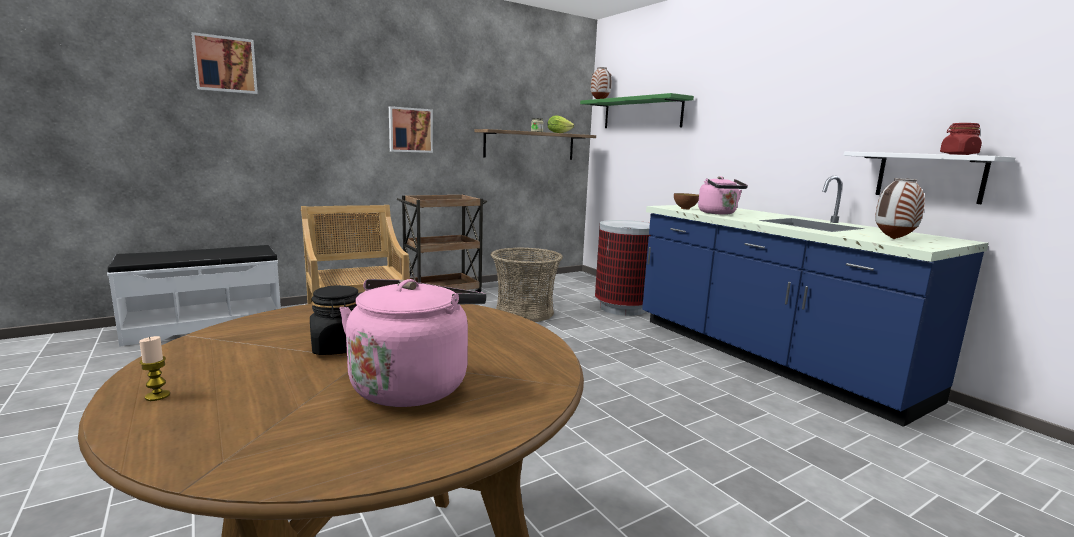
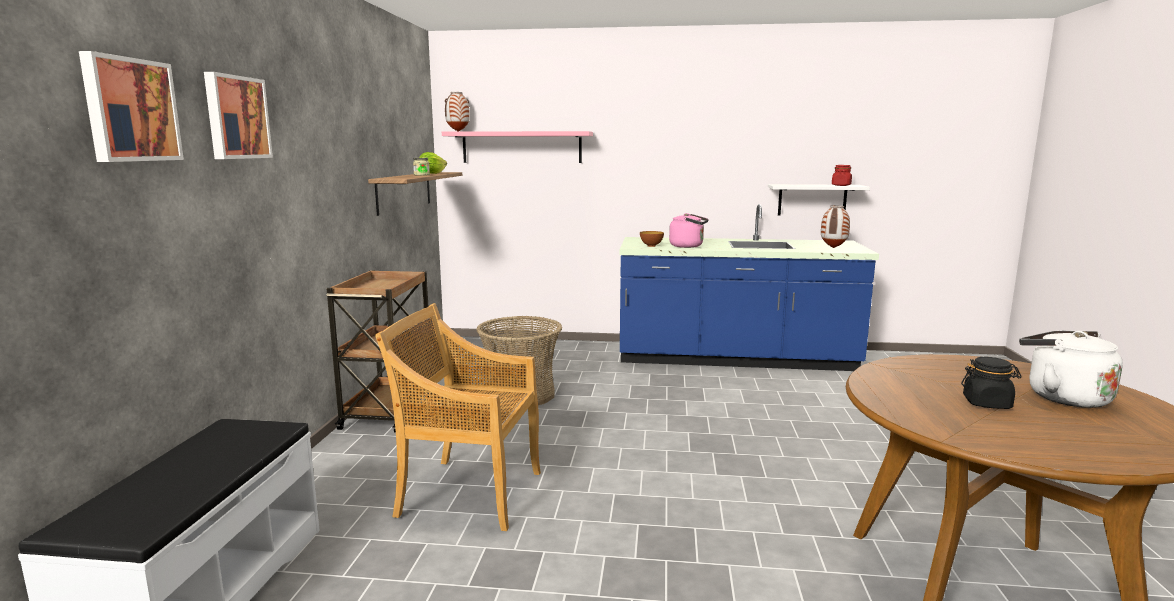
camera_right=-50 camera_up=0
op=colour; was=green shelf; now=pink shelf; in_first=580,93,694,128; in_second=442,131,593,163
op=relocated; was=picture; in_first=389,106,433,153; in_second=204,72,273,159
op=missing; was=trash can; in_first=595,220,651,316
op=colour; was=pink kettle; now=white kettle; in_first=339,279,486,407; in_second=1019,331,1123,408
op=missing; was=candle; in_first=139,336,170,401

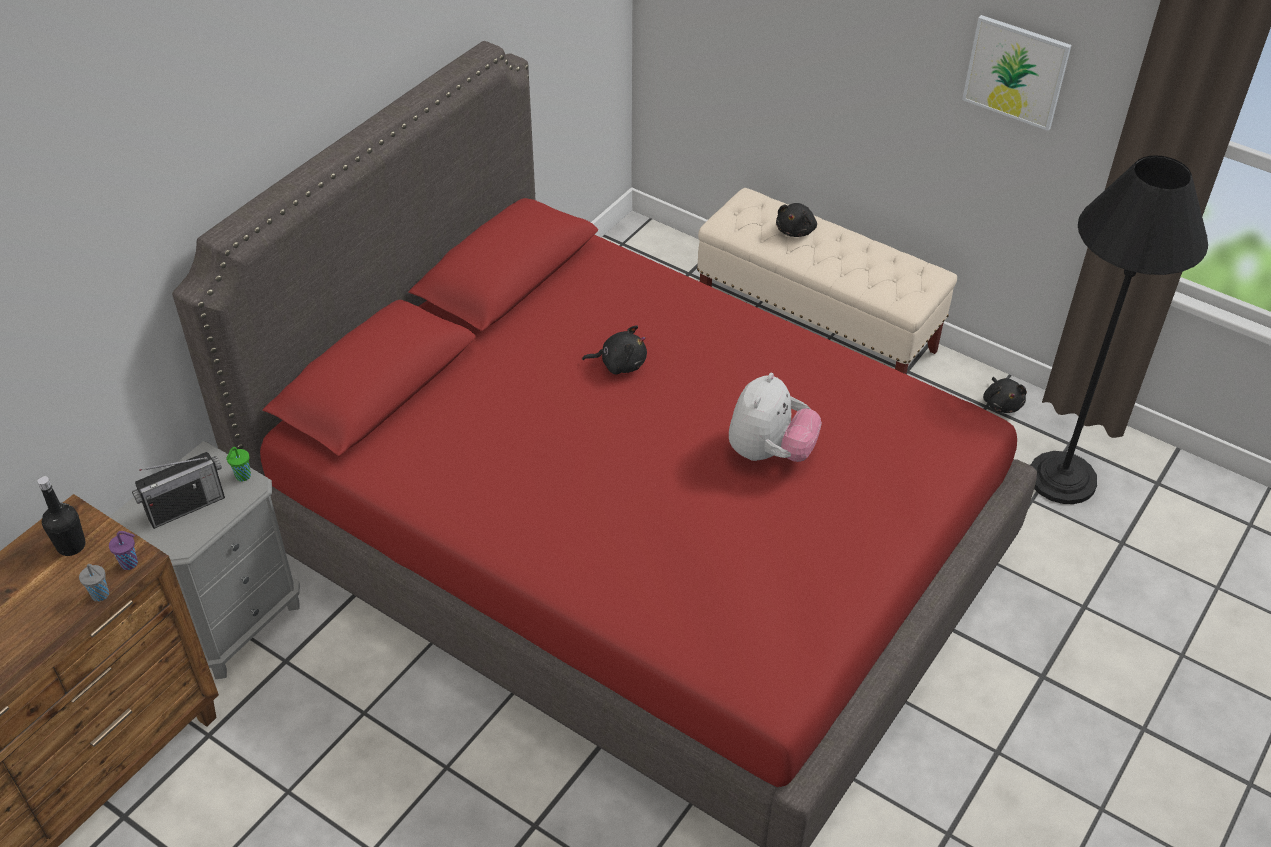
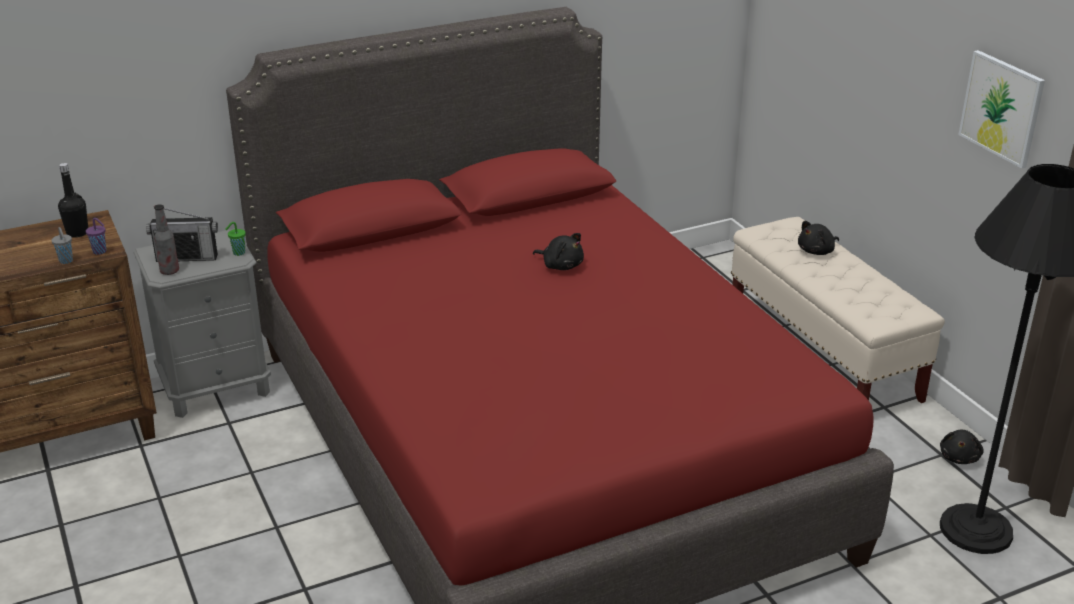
camera_right=30 camera_up=-15
op=missing; was=plush toy; in_first=729,373,822,462
op=appeared; now=bottle; in_second=154,204,179,275

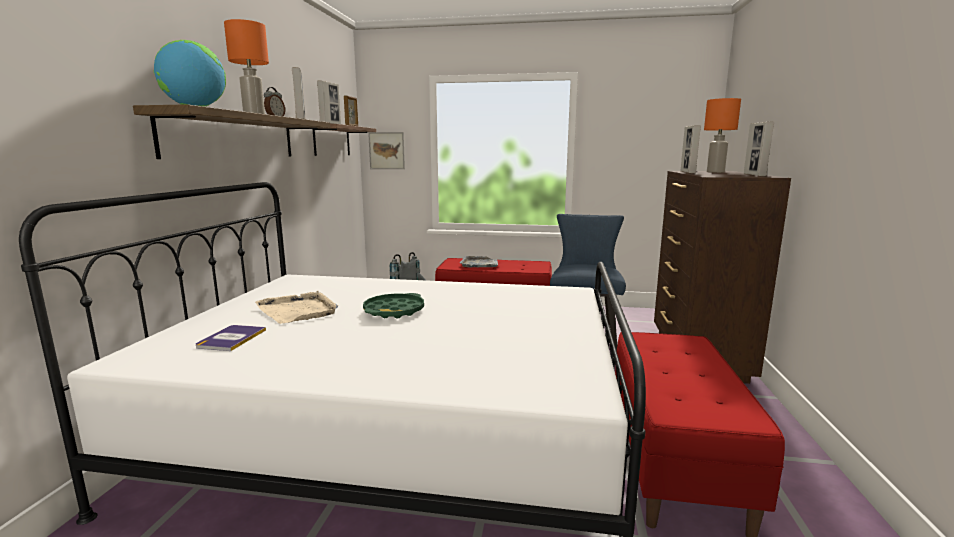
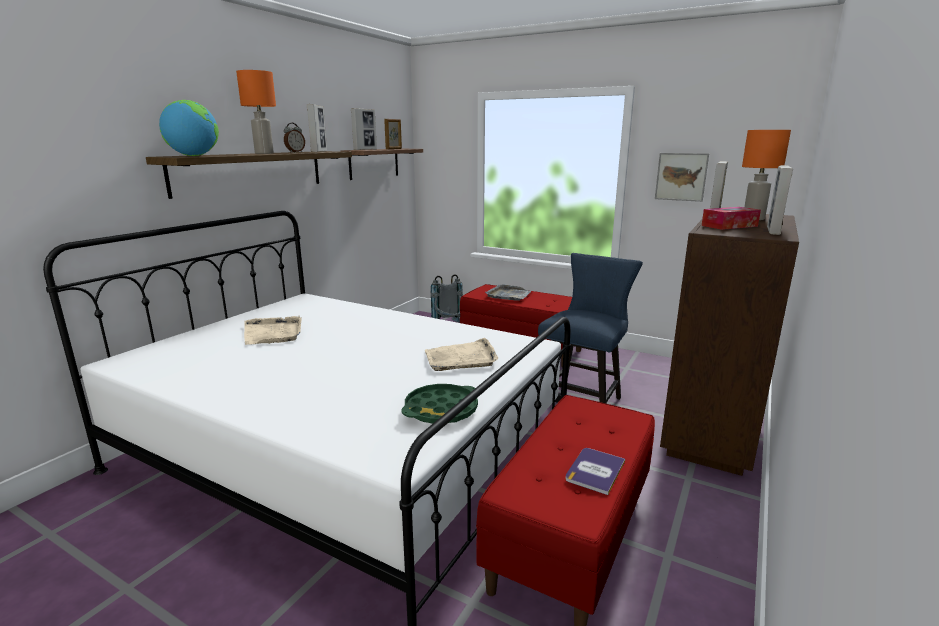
camera_right=20 camera_up=5
op=relocated; was=picture; in_first=368,132,405,169; in_second=655,153,709,202
op=relocated; was=green tray; in_first=363,293,424,318; in_second=401,384,478,423
op=relocated; was=book; in_first=196,325,266,351; in_second=565,448,625,495
op=appeared; now=tissue box; in_second=702,207,761,230
op=appeared; now=beige tray; in_second=425,338,498,371

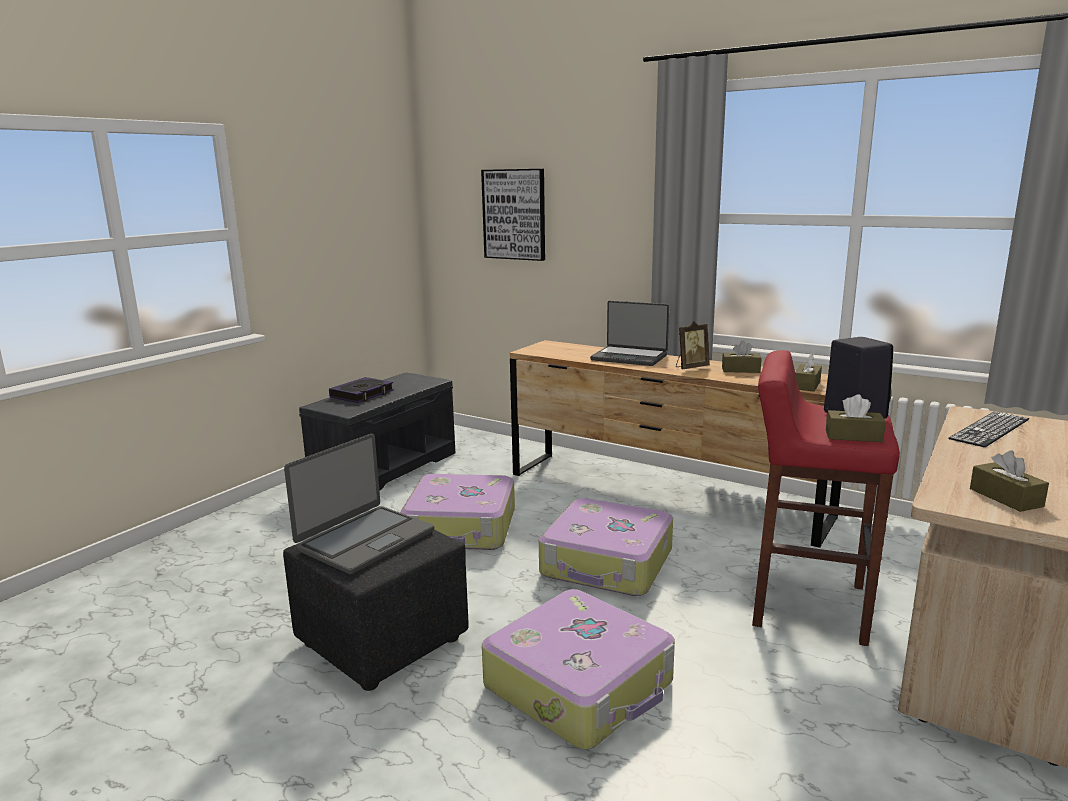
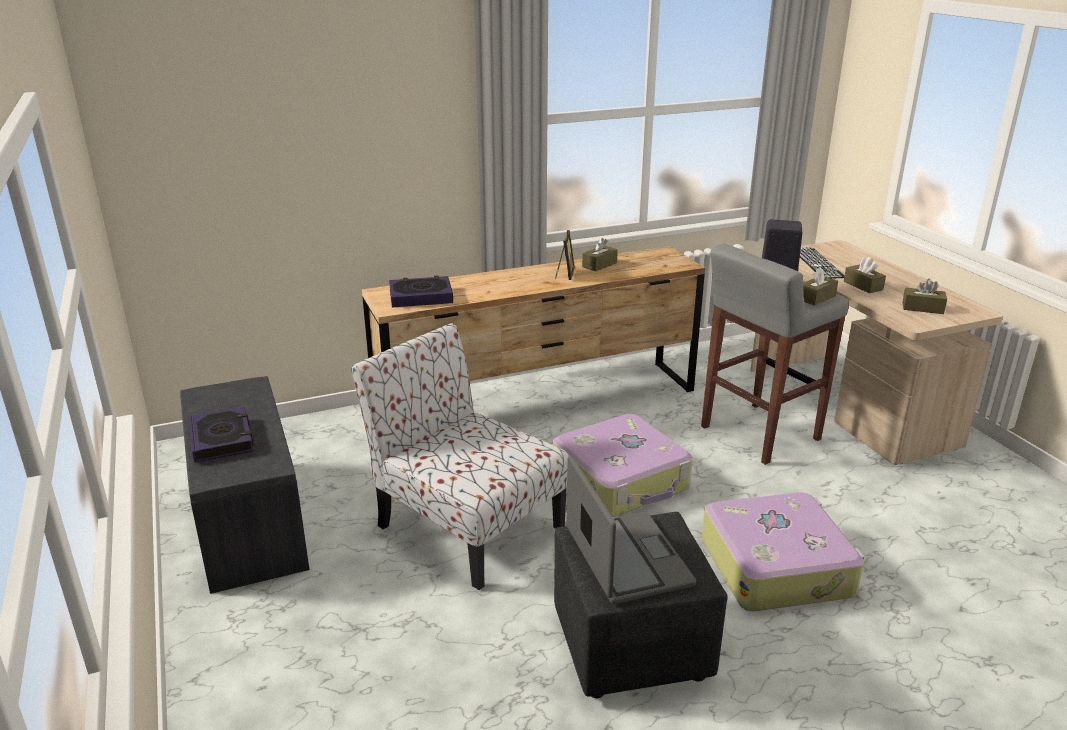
camera_right=-55 camera_up=10
op=missing; was=picture; in_first=481,169,545,261
op=missing; was=laptop; in_first=590,301,669,366
op=colour; was=red stool; now=grey stool; in_first=752,350,900,646; in_second=701,244,849,465
op=relocated; was=brown tissue box; in_first=795,353,822,391; in_second=844,257,886,293
op=exchanged; was=suitcase; now=chair; in_first=400,474,515,550; in_second=351,323,569,590
op=appeared; now=book; in_second=389,276,453,308

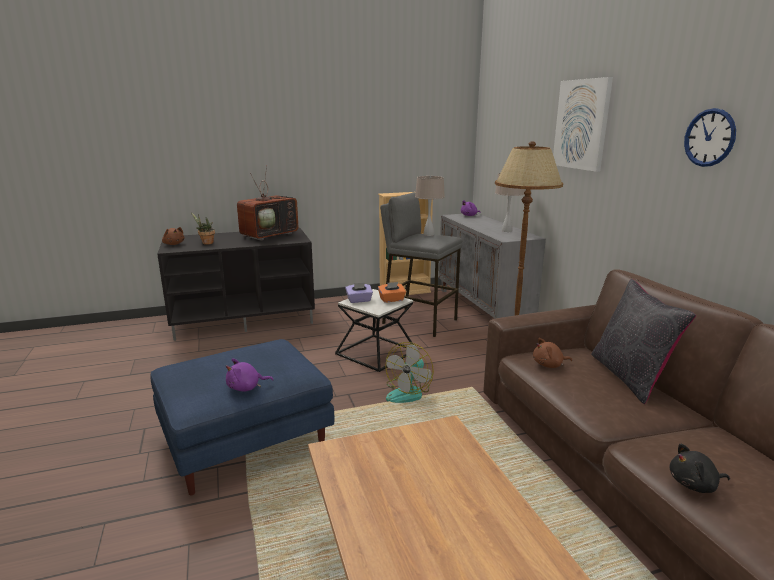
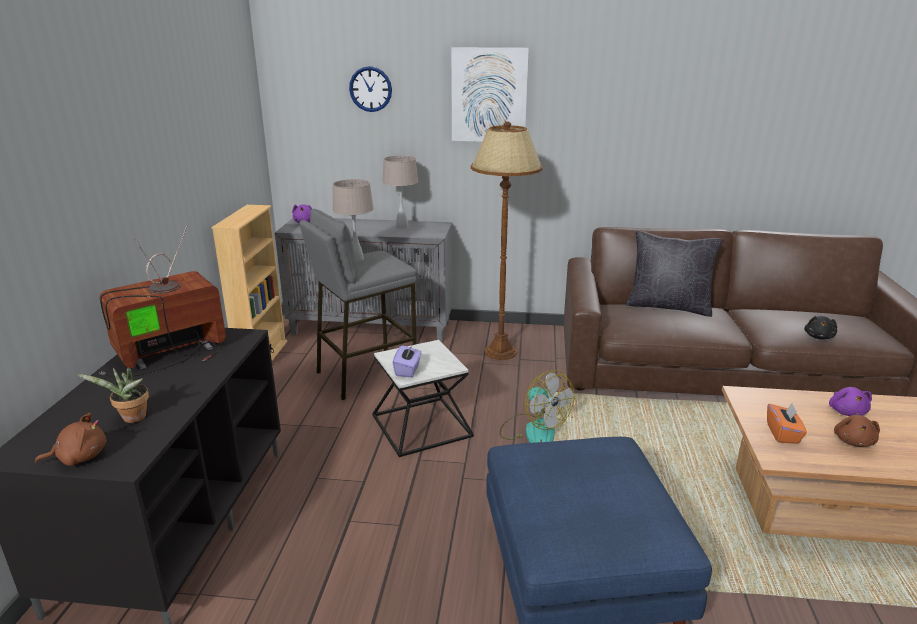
camera_right=-65 camera_up=5
op=relocated; was=wall clock; in_first=684,108,736,167; in_second=349,66,392,112
op=spun; was=television; in_first=237,165,299,241; in_second=100,226,226,378; clockwise=-105
op=relocated; was=orange tissue box; in_first=378,282,406,303; in_second=767,403,807,444
op=relocated; was=brown plush toy; in_first=533,338,572,368; in_second=834,415,880,447
op=relocated; was=purple plush toy; in_first=226,358,273,391; in_second=829,387,872,416

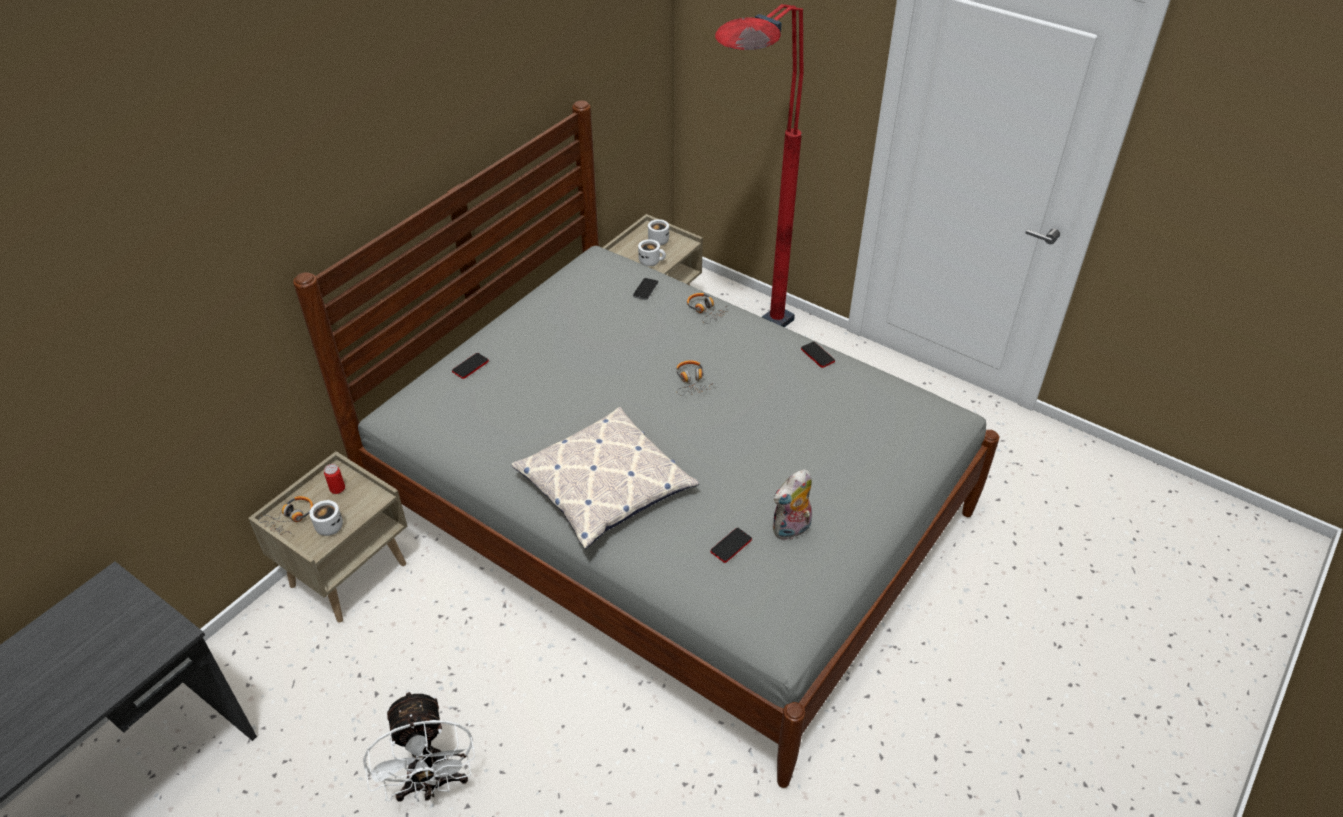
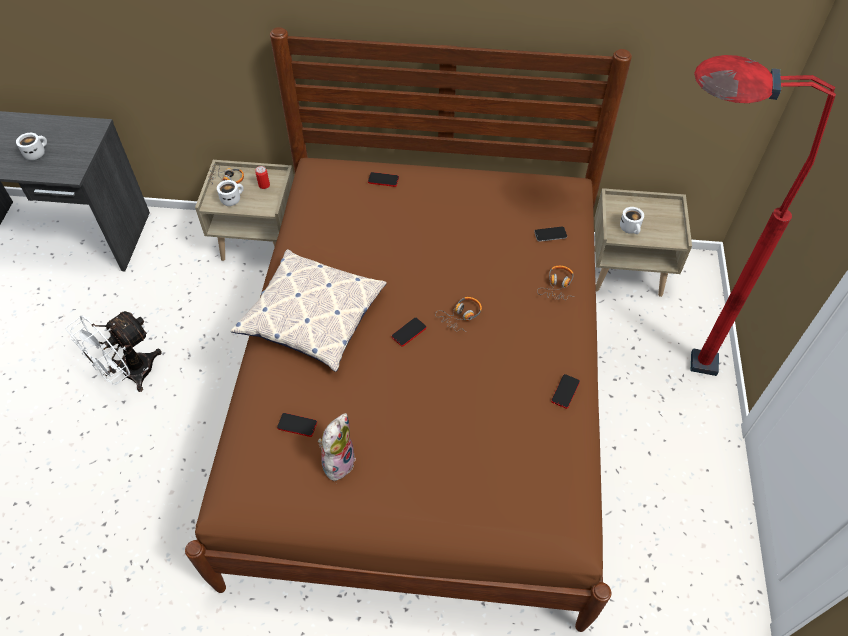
camera_right=60 camera_up=10
op=colour; was=grey bed; now=brown bed; in_first=293,100,999,788; in_second=185,27,632,632
op=relocated; was=white mug; in_first=648,219,669,246; in_second=16,133,47,160
op=spun; was=plush toy; in_first=773,469,812,540; in_second=318,413,356,482; clockwise=90
op=appeared; now=phone; in_second=391,318,427,347

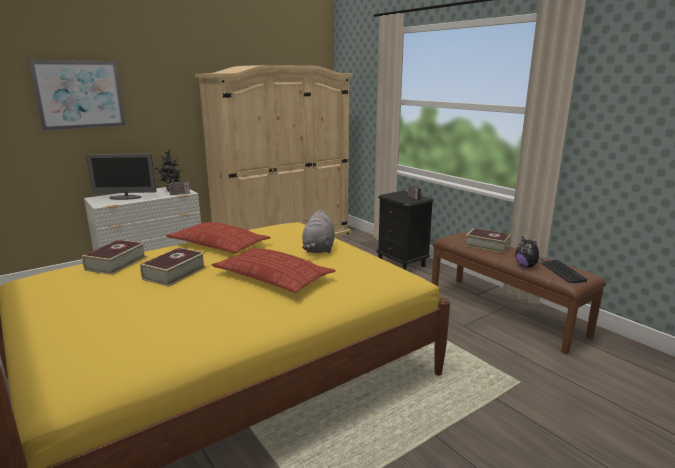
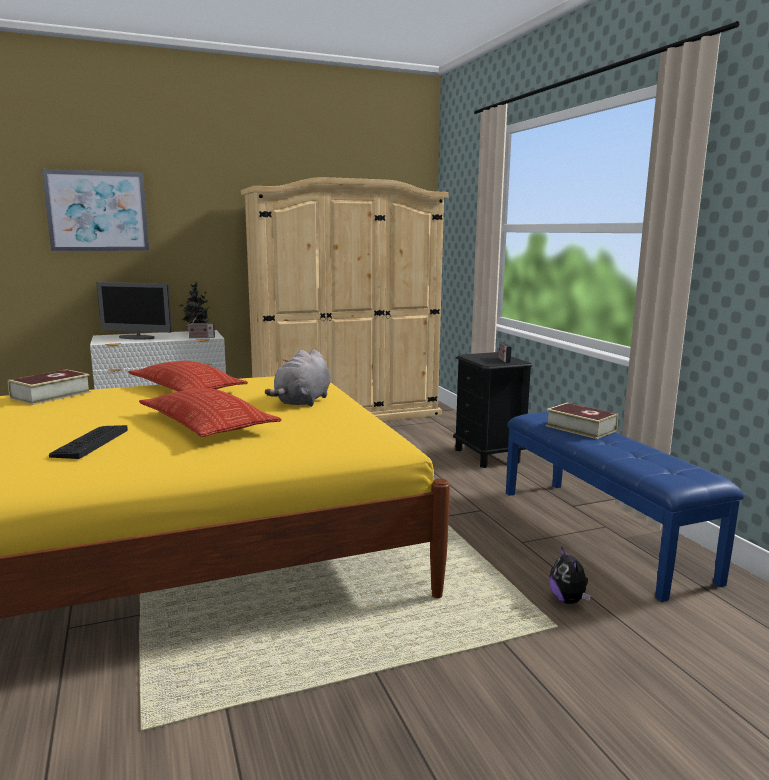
camera_right=15 camera_up=-5
op=colour; was=brown bench; now=blue bench; in_first=432,233,606,355; in_second=506,411,744,602
op=relocated; was=plush toy; in_first=515,236,543,268; in_second=549,546,591,604
op=missing; was=book; in_first=140,247,206,287
op=relocated; was=keyboard; in_first=542,260,587,283; in_second=49,425,128,459

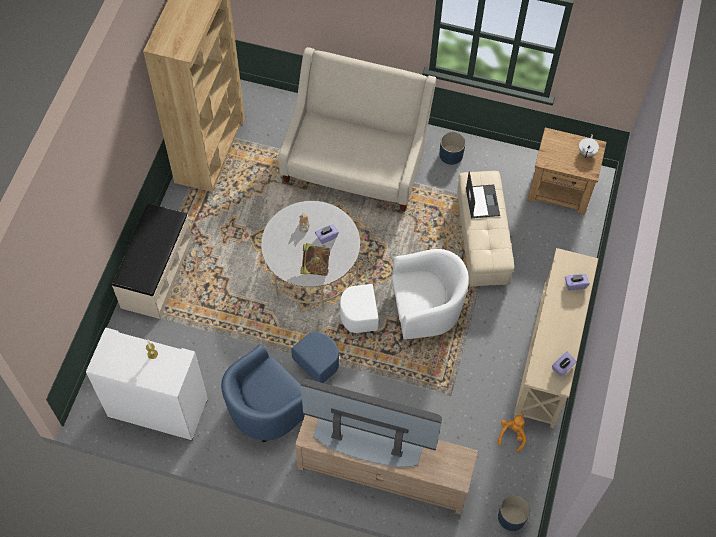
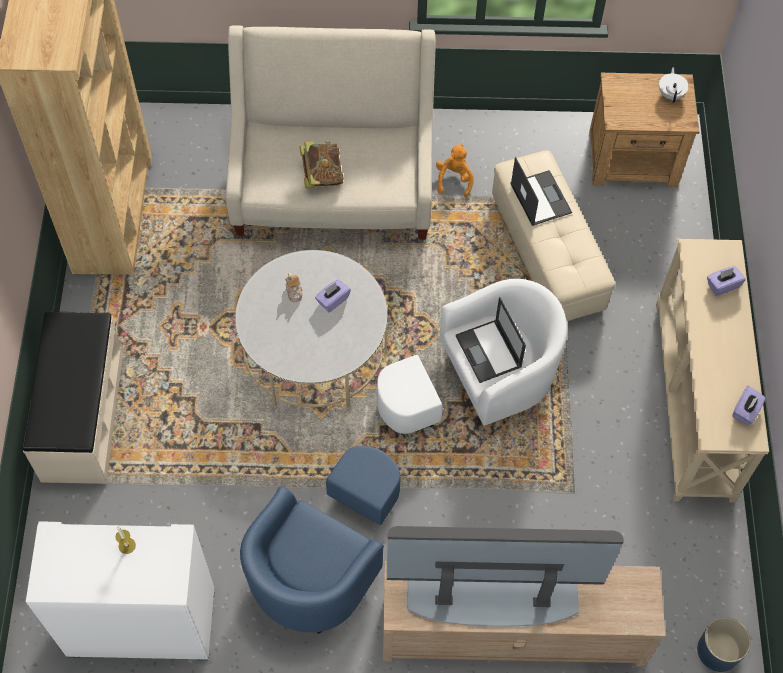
camera_right=-15 camera_up=0
op=missing; was=blue planter; in_first=439,132,466,165
op=relocated; was=book; in_first=300,243,330,276; in_second=299,142,344,188
op=relocated; was=orange plush toy; in_first=497,414,527,453; in_second=436,144,474,197
op=appeared; now=laptop; in_second=456,297,526,383

